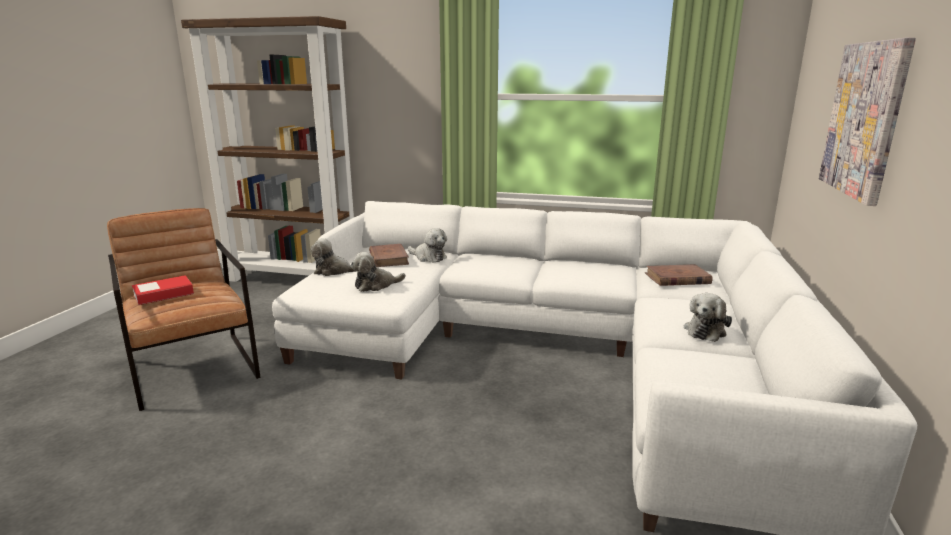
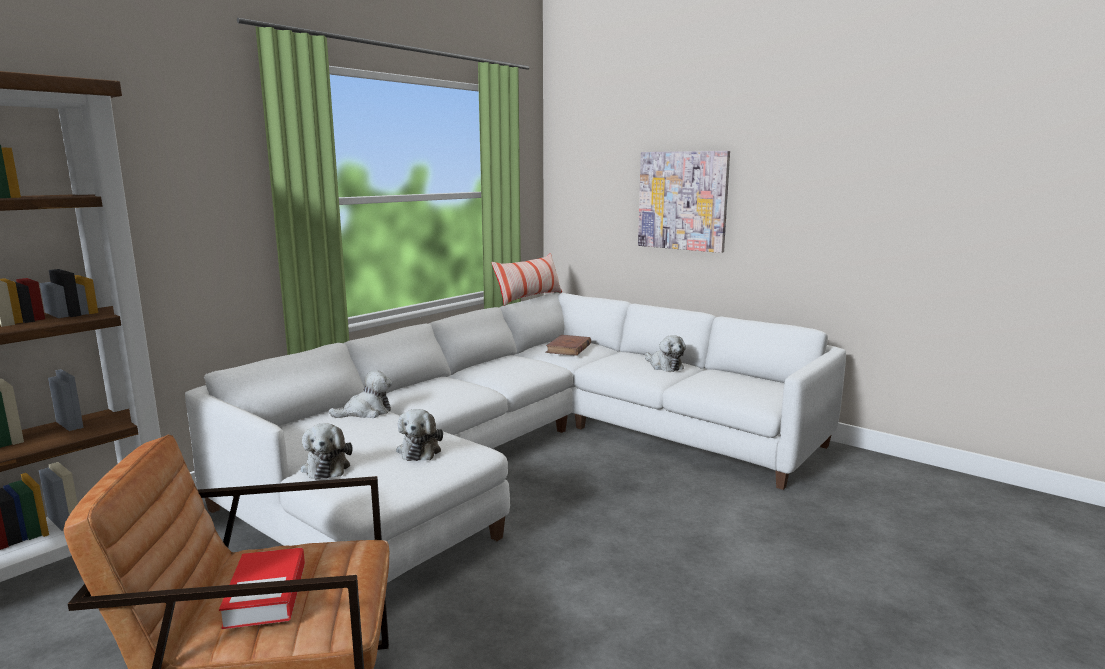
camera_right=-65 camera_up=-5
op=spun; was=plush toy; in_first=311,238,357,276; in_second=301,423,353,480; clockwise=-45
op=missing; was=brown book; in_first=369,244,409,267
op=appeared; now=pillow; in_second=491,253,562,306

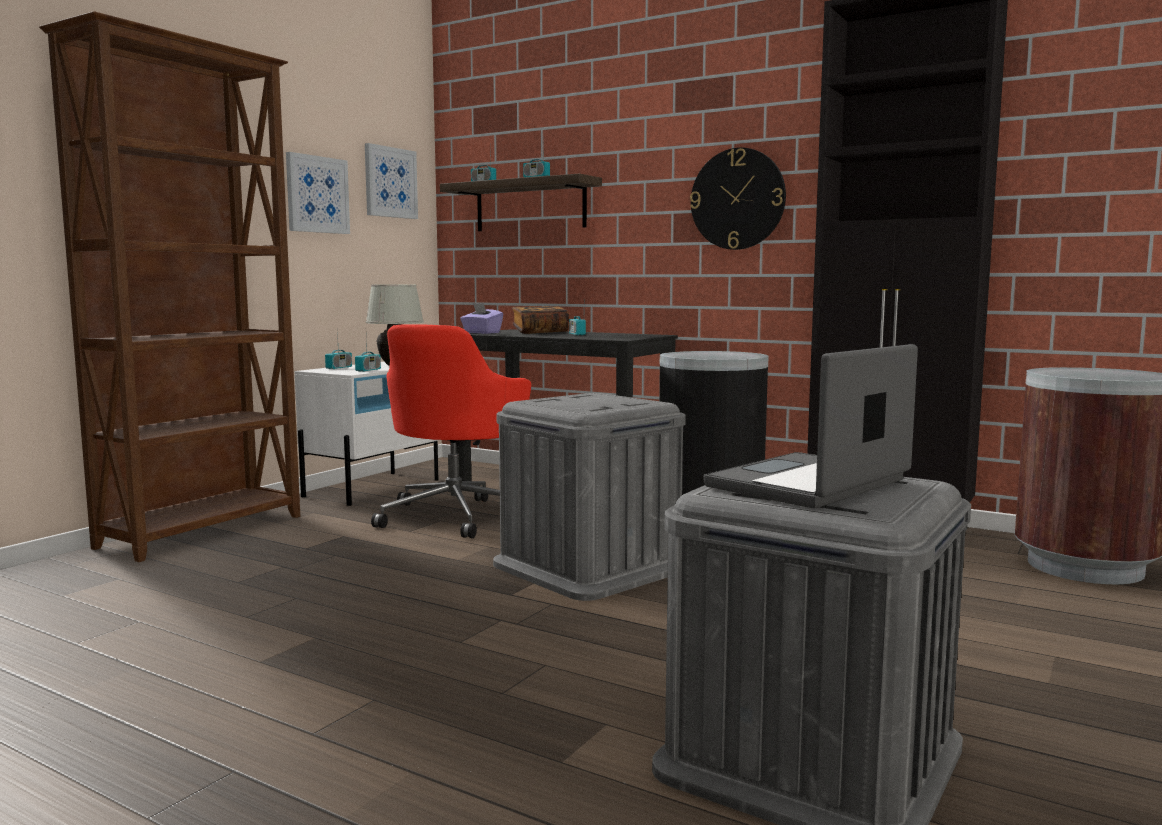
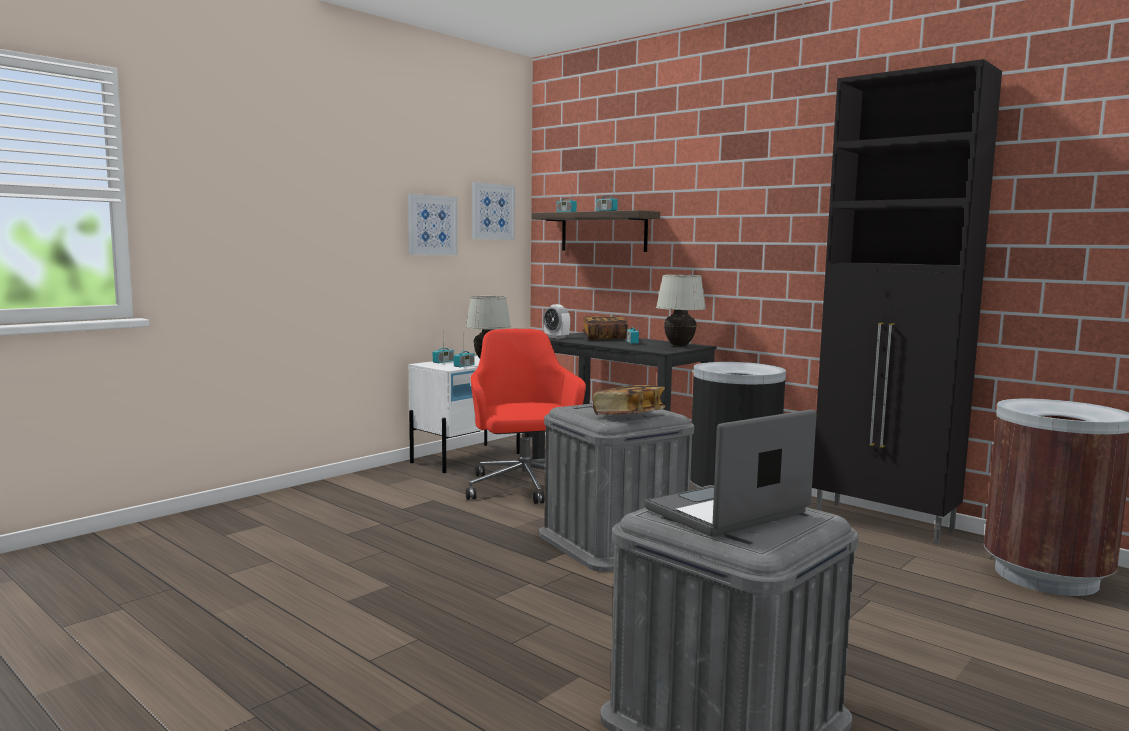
camera_right=10 camera_up=0
op=missing; was=brown bookcase; in_first=39,11,300,562
op=missing; was=wall clock; in_first=690,148,786,250
op=exchanged; was=purple tissue box; now=alarm clock; in_first=460,303,503,334; in_second=543,304,570,339
op=spun; was=red office chair; in_first=371,324,531,538; in_second=466,329,586,504; clockwise=135
op=appeared; now=white table lamp; in_second=656,274,706,346
op=appeared; now=book; in_second=593,385,666,415

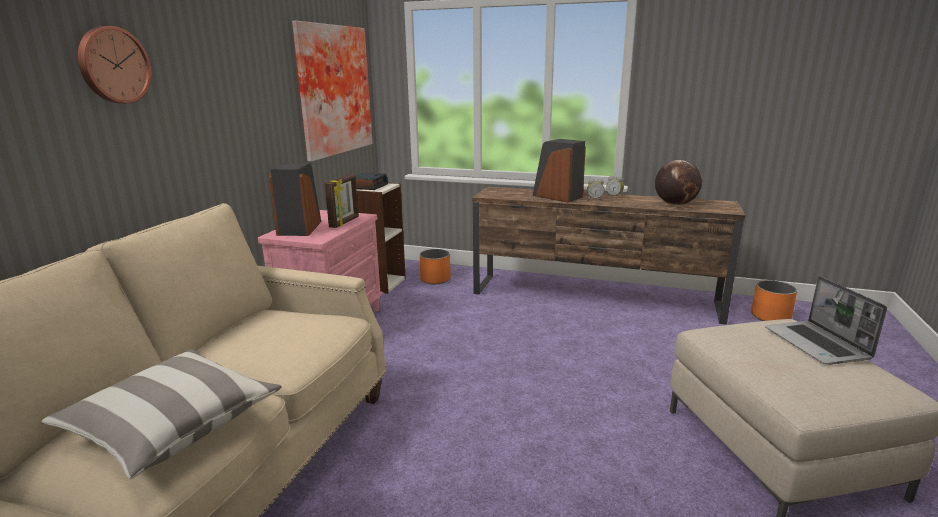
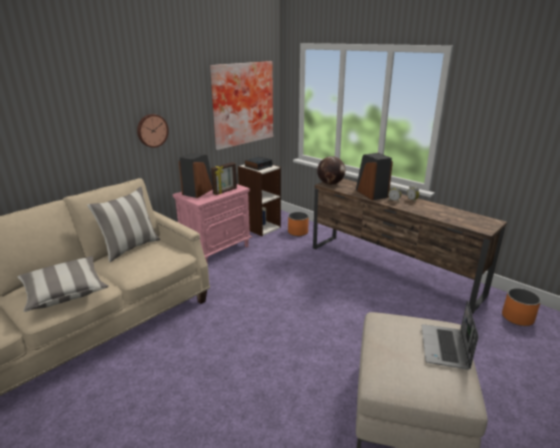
camera_right=25 camera_up=5
op=relocated; was=wall clock; in_first=78,26,152,103; in_second=137,114,169,148
op=relocated; was=globe; in_first=655,160,702,205; in_second=317,156,345,185
op=appeared; now=pillow; in_second=87,187,160,262

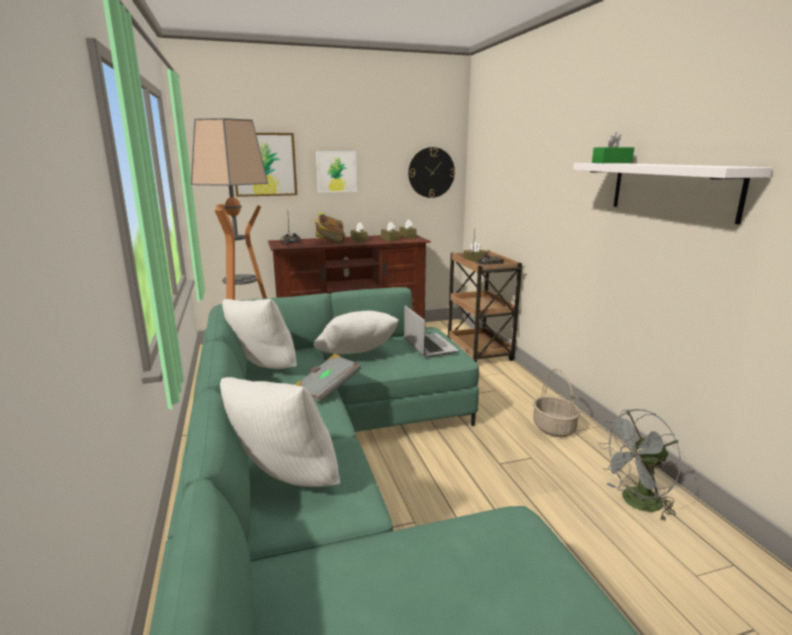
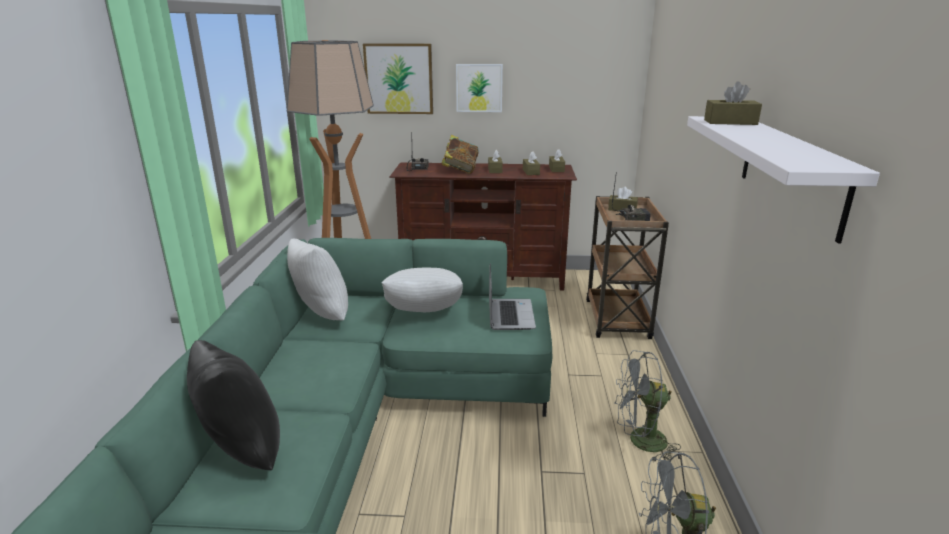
camera_right=20 camera_up=5
op=colour; was=green tissue box; now=brown tissue box; in_first=592,132,634,163; in_second=704,81,762,125
op=missing; was=wall clock; in_first=408,147,455,198
op=missing; was=grey book; in_first=294,354,361,403
op=exchanged; was=basket; now=grey fan; in_first=533,369,580,437; in_second=614,350,681,463
op=colour; was=white pillow; now=black pillow; in_first=220,377,340,487; in_second=187,340,280,470

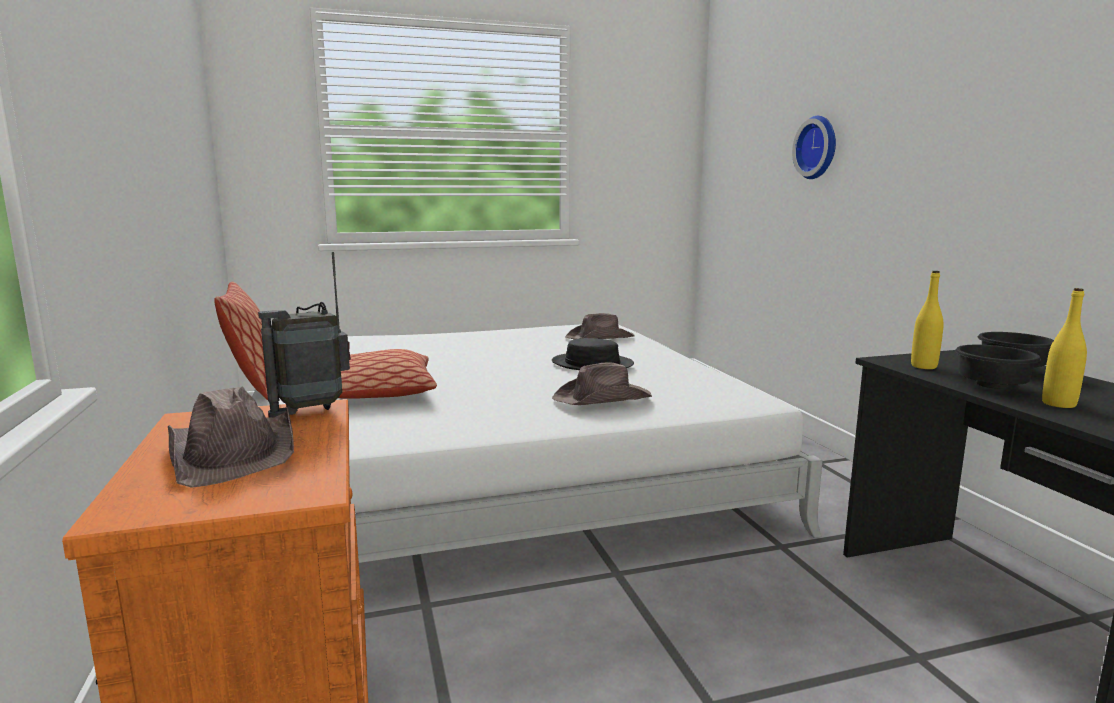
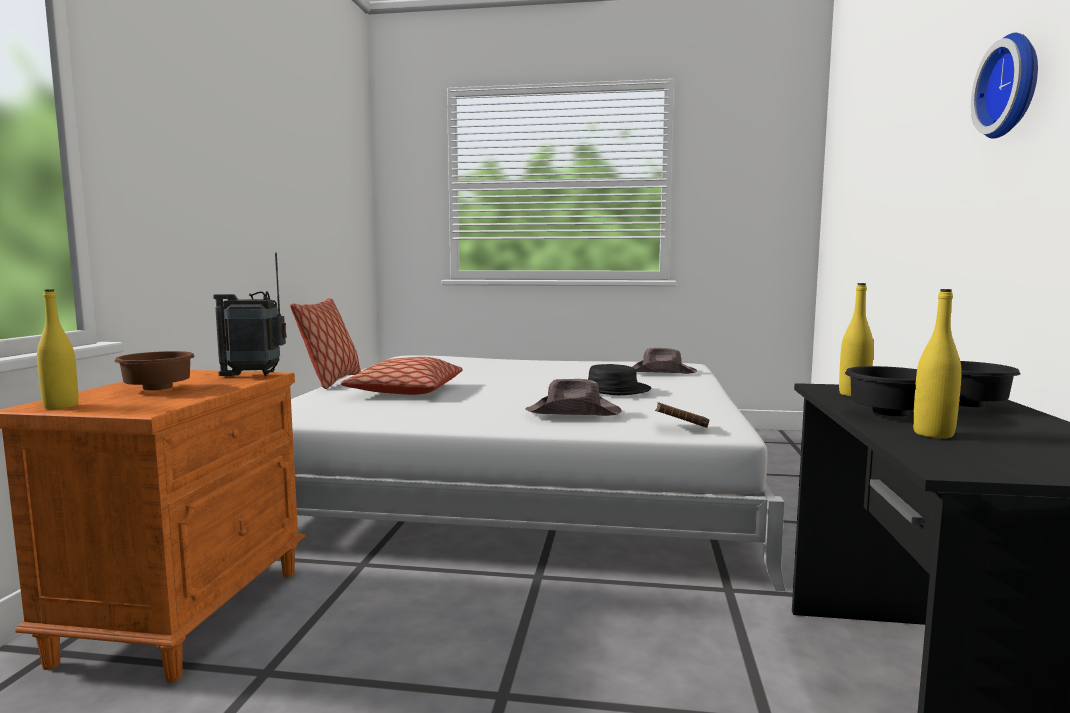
camera_right=25 camera_up=-5
op=relocated; was=wall clock; in_first=792,116,836,179; in_second=971,33,1038,139
op=exchanged; was=brown hat; now=brown bowl; in_first=168,387,294,488; in_second=114,351,195,390
op=appeared; now=yellow bottle; in_second=37,289,78,409
op=appeared; now=brown book; in_second=655,402,709,428

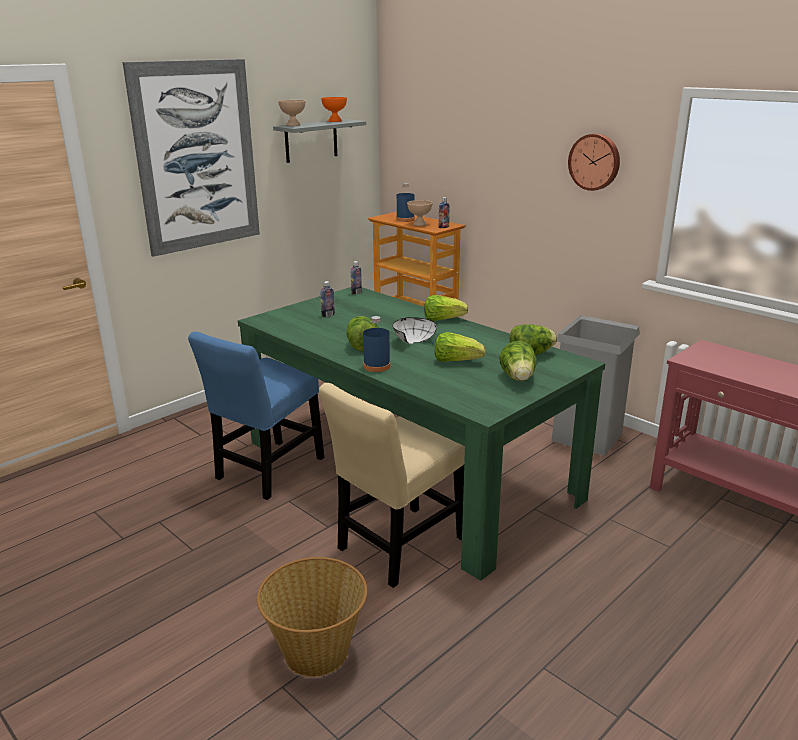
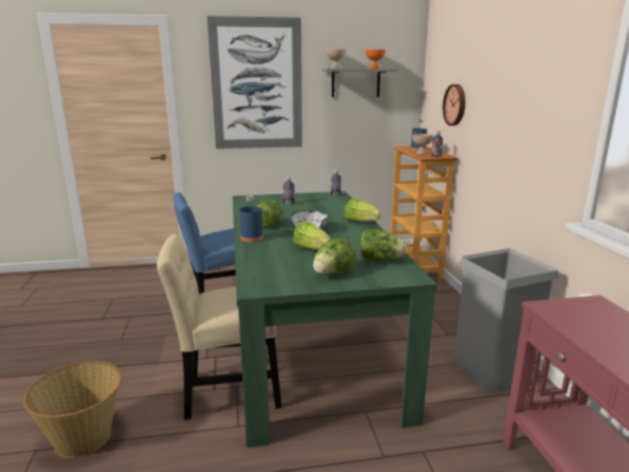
camera_right=35 camera_up=-5
op=relocated; was=wall clock; in_first=568,134,620,191; in_second=443,84,465,126

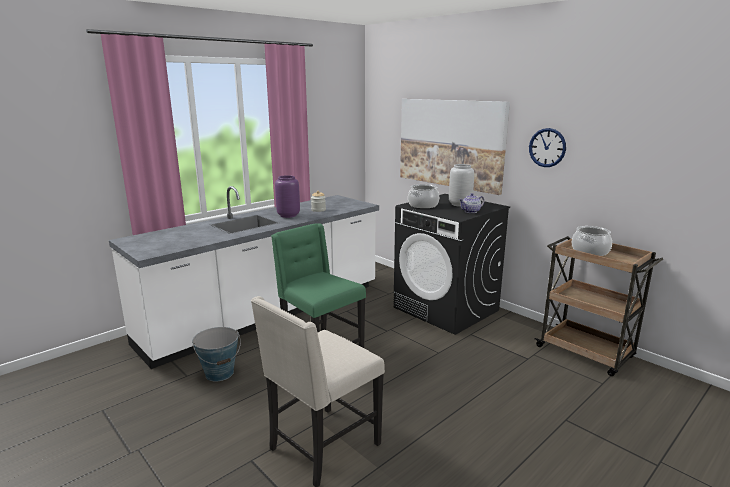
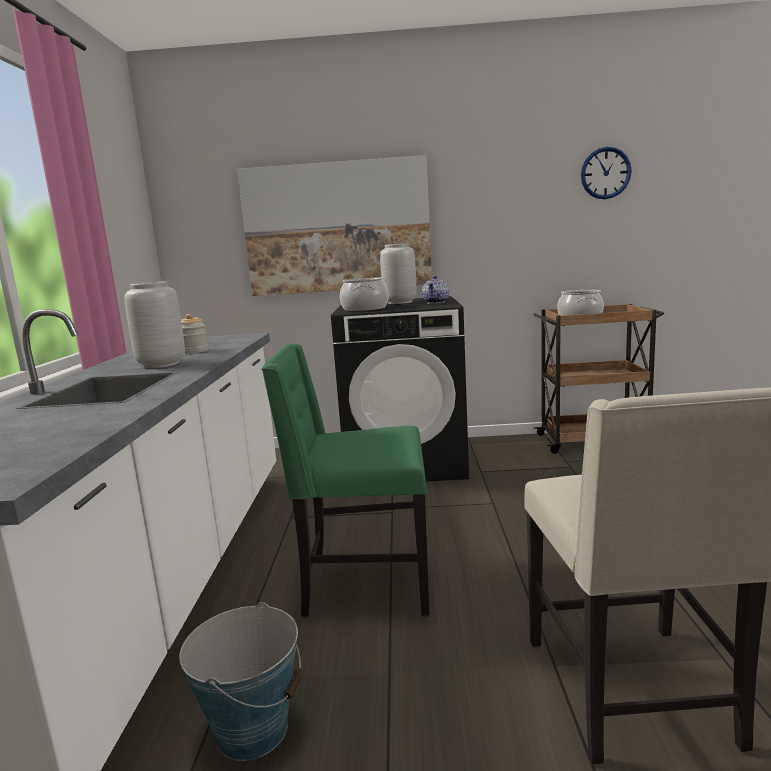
camera_right=-45 camera_up=-5
op=relocated; was=wall clock; in_first=529,128,566,167; in_second=581,147,632,199
op=colour; was=purple vase; now=grey vase; in_first=275,175,300,218; in_second=124,281,185,368

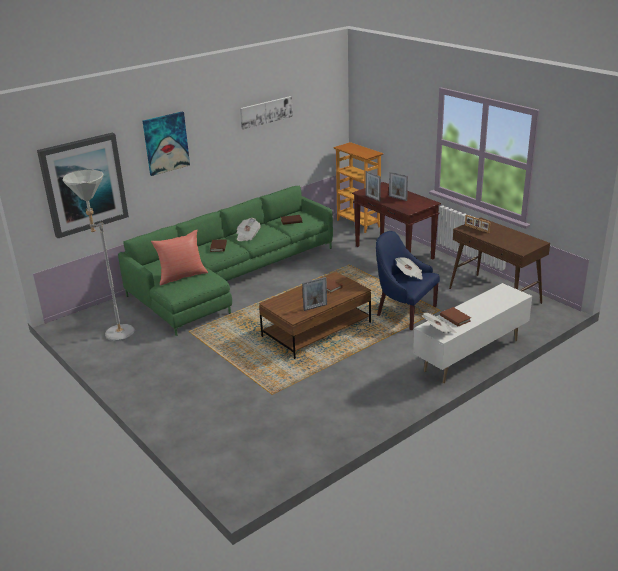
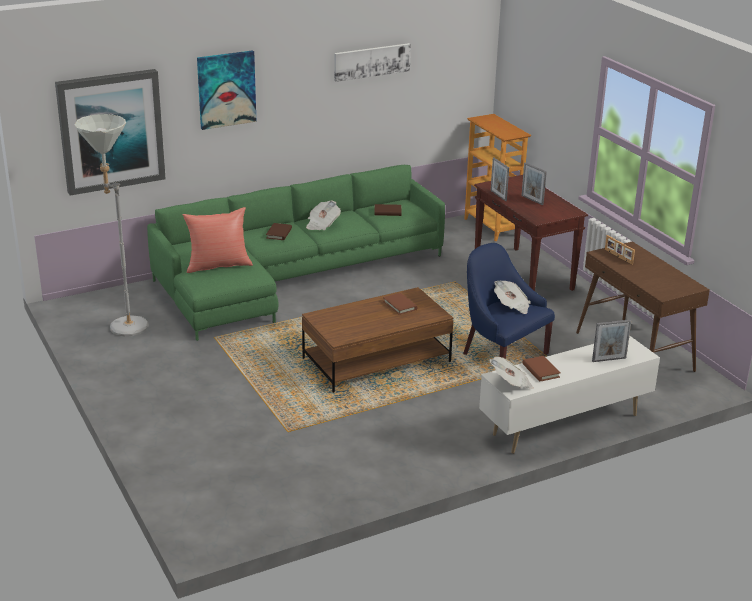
camera_right=10 camera_up=0
op=relocated; was=picture frame; in_first=302,277,327,311; in_second=592,319,632,362

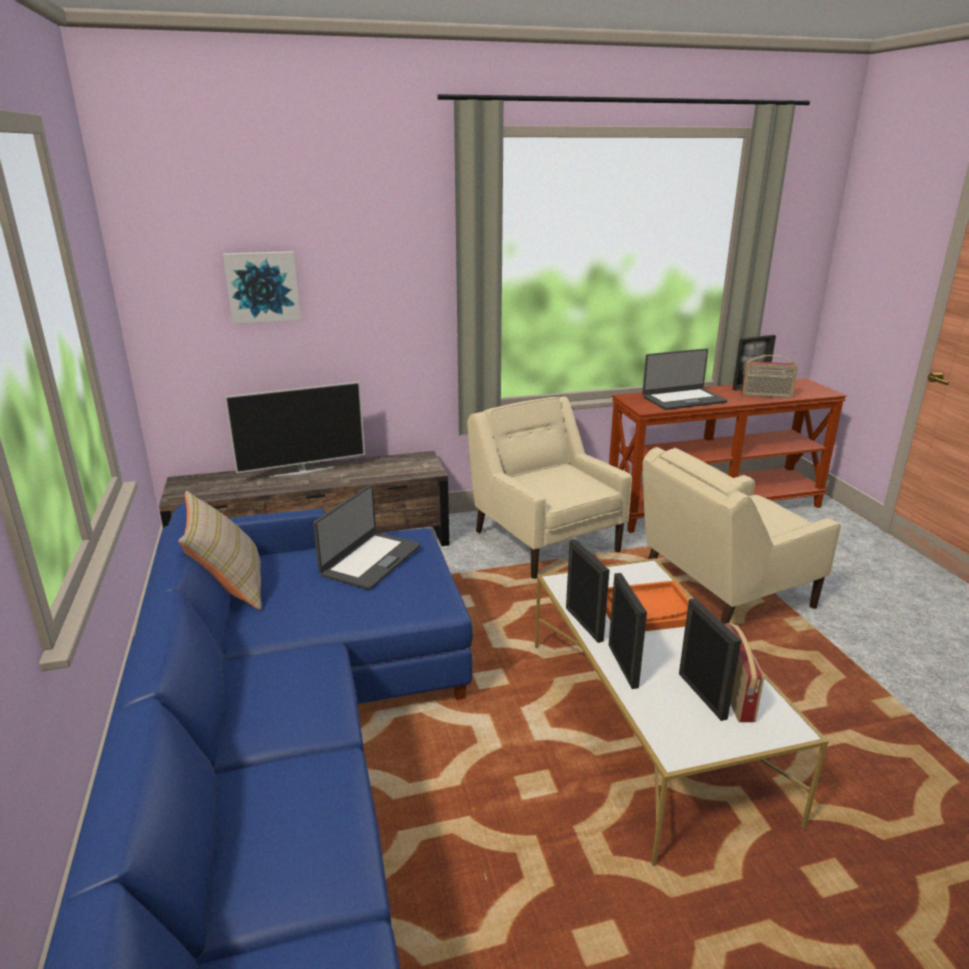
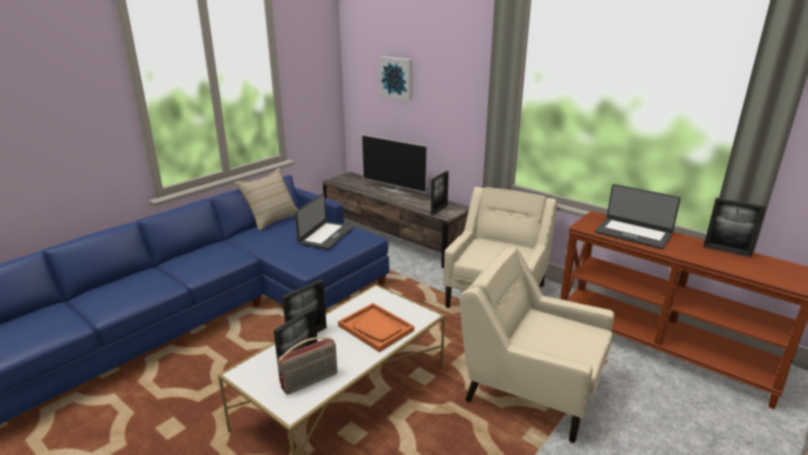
camera_right=55 camera_up=0
op=missing; was=radio; in_first=741,355,798,398
op=spun; was=laptop; in_first=313,484,421,590; in_second=295,193,354,250; clockwise=-60
op=relocated; was=picture frame; in_first=566,539,610,643; in_second=431,171,449,216

